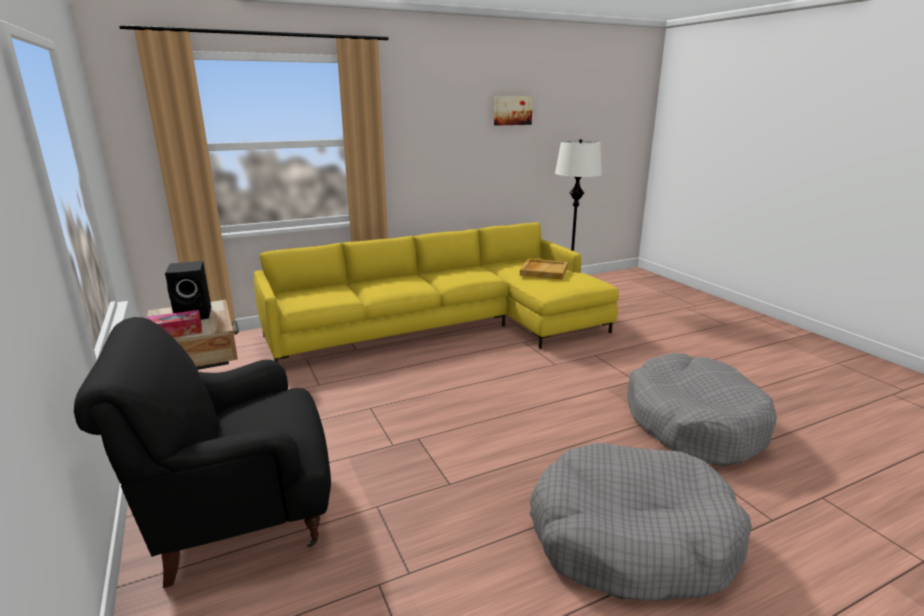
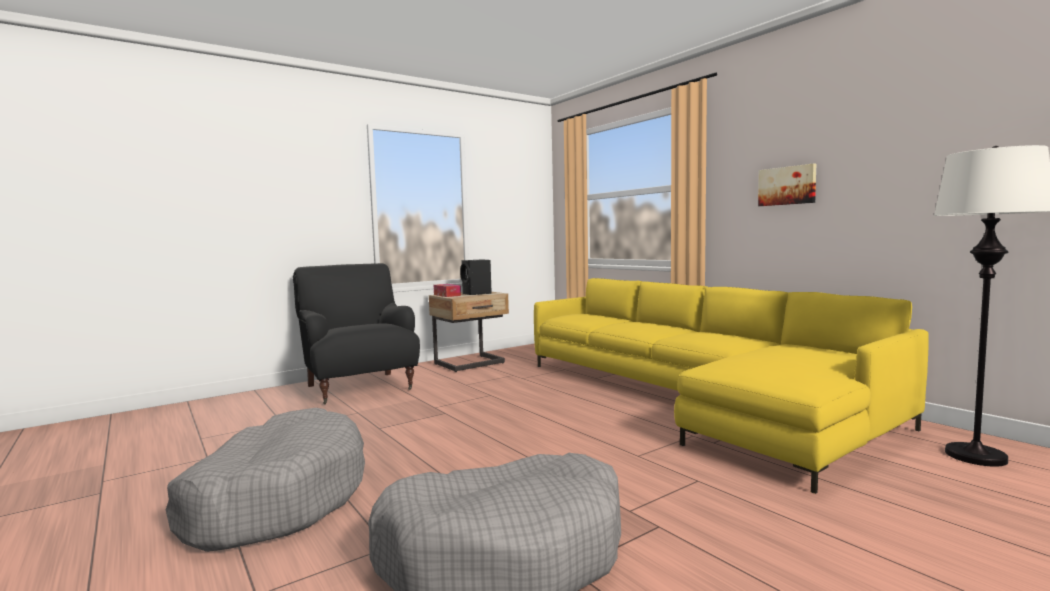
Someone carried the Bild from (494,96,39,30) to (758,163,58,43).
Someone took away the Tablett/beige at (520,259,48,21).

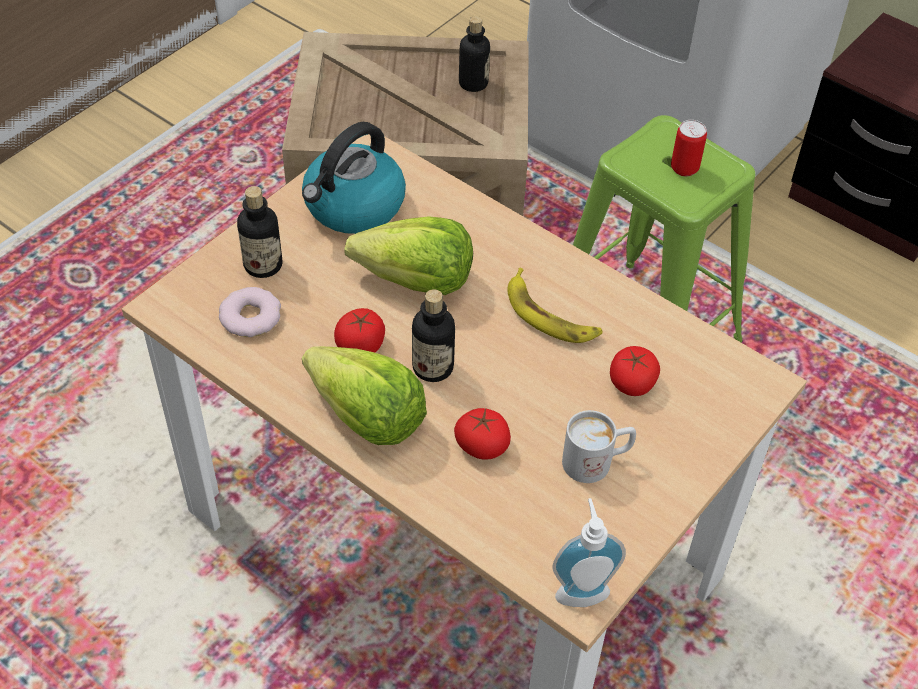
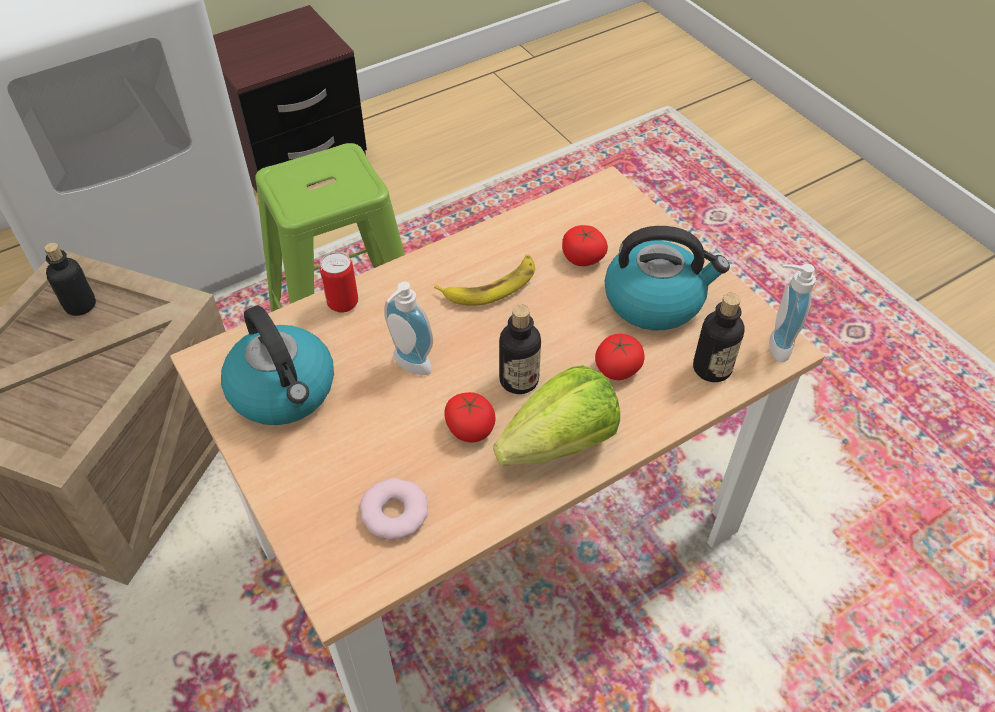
Someone carried the Dose from (671,120,36,57) to (320,252,38,61).
Someone carried the Flasche from (237,186,45,92) to (693,293,52,89).
Someone swapped the Salatkopf at (344,216,129,79) for the Seifenspender at (384,281,49,94).
Someone swapped the Henkelbecher/weiß at (562,410,74,73) for the Wasserkessel at (605,226,125,104).

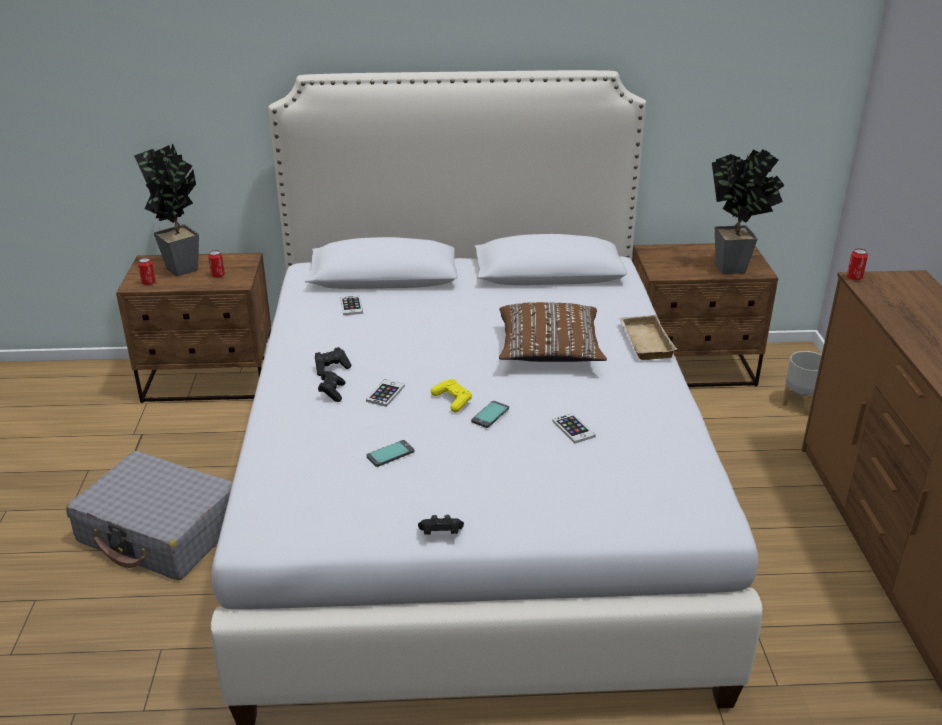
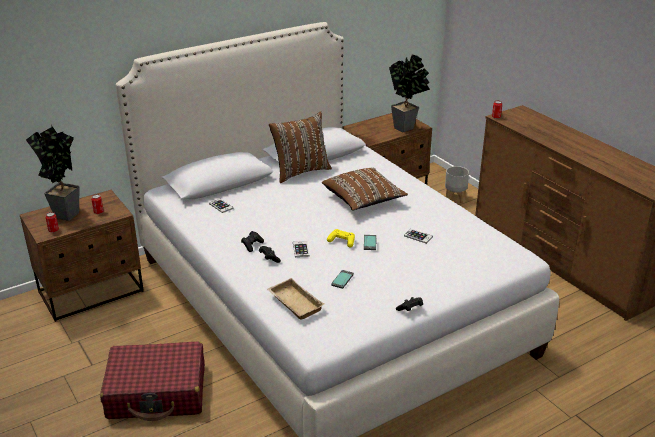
Someone carried the Tablett/beige from (618,315,60,45) to (267,278,57,42).
Someone repainted the Koffer/grau at (66,451,167,129), which became the Koffer/rot at (100,341,105,80).
Someone put down the Kissen/braun at (269,111,63,72).

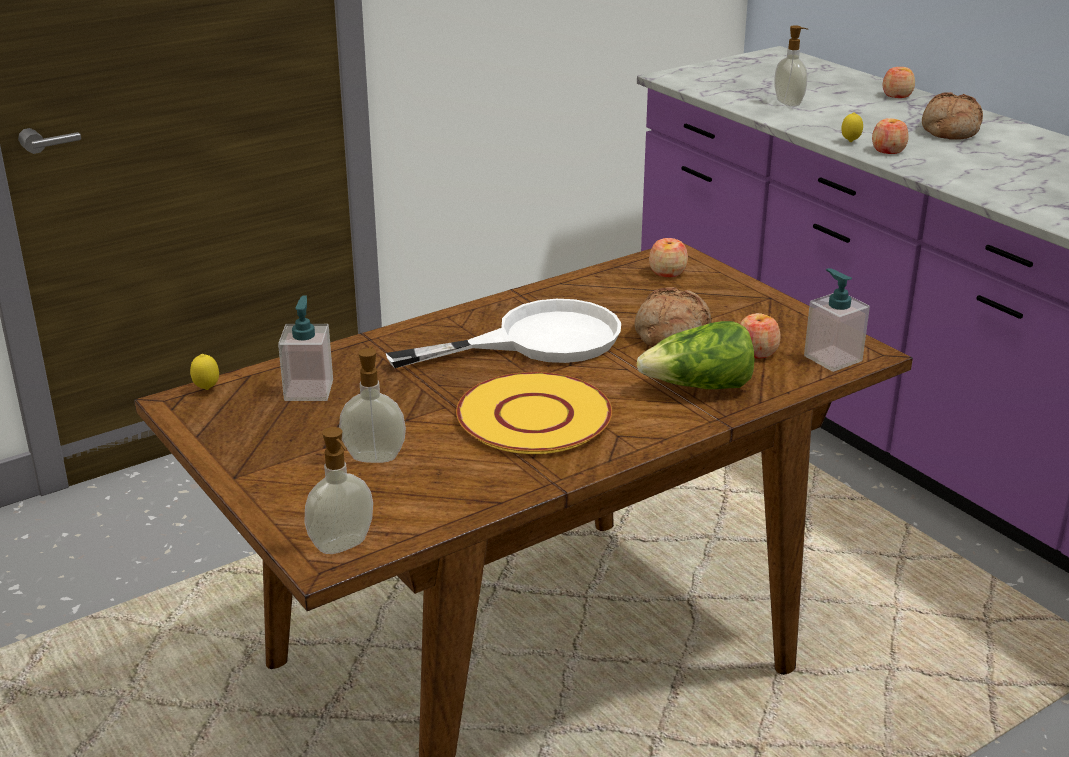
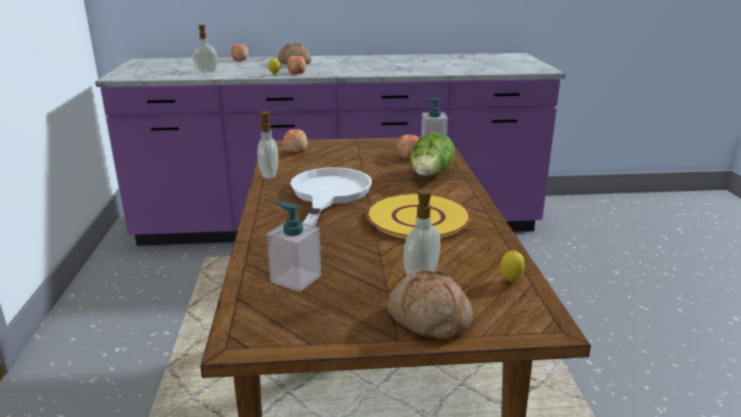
Someone carried the Brot from (634,287,77,60) to (388,270,85,69).
Someone carried the Zitrone from (190,354,29,36) to (500,250,25,31).
Someone carried the Seifenspender from (304,427,69,127) to (257,112,21,67).

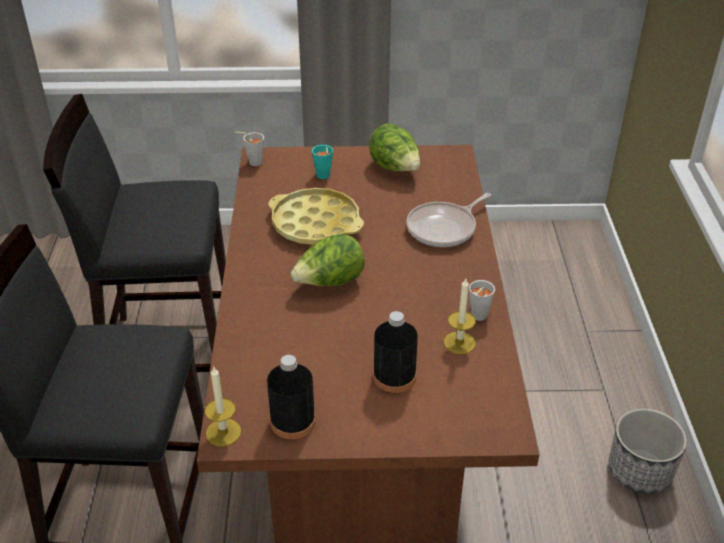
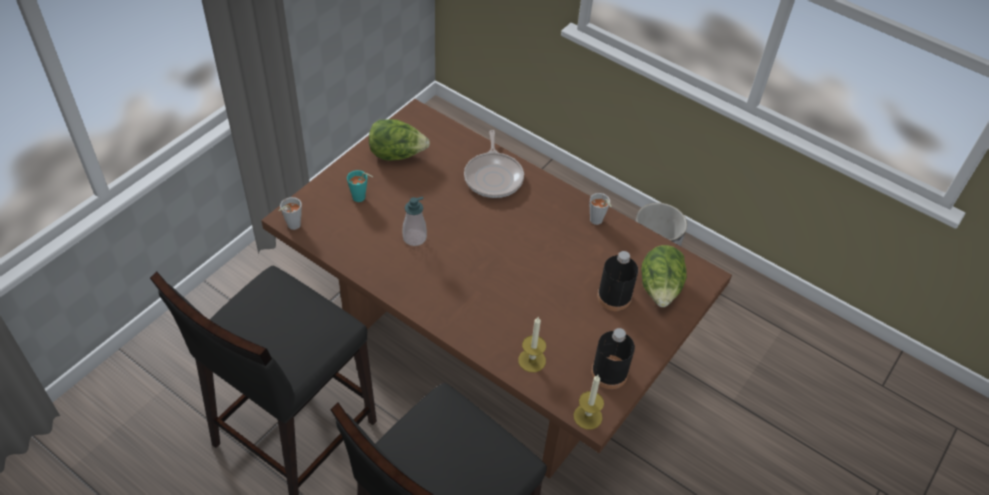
Someone swapped the Tablett/gelb at (268,188,96,57) for the Seifenspender at (403,196,24,50).
Someone carried the Salatkopf from (291,234,74,52) to (641,245,46,62).
Someone carried the Kerze from (444,279,32,75) to (518,316,28,56).

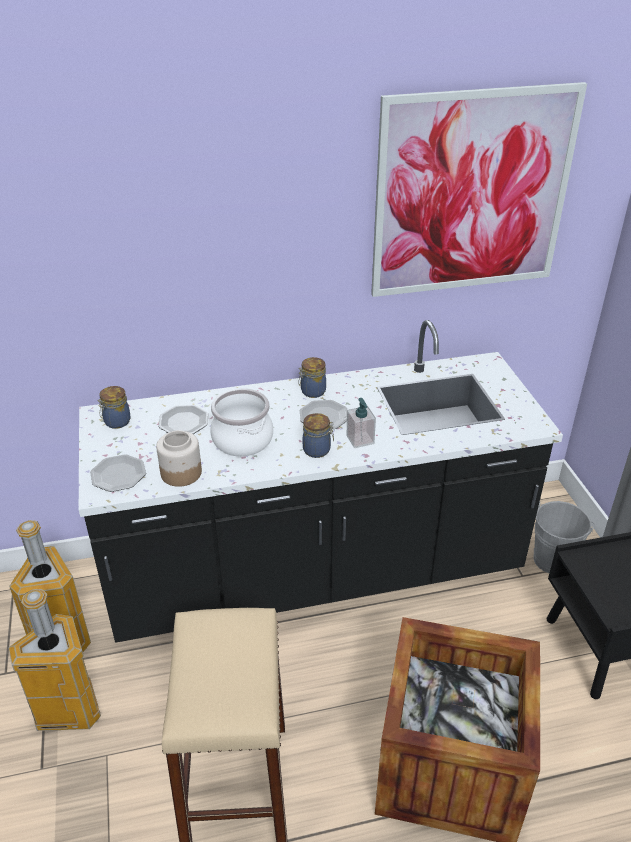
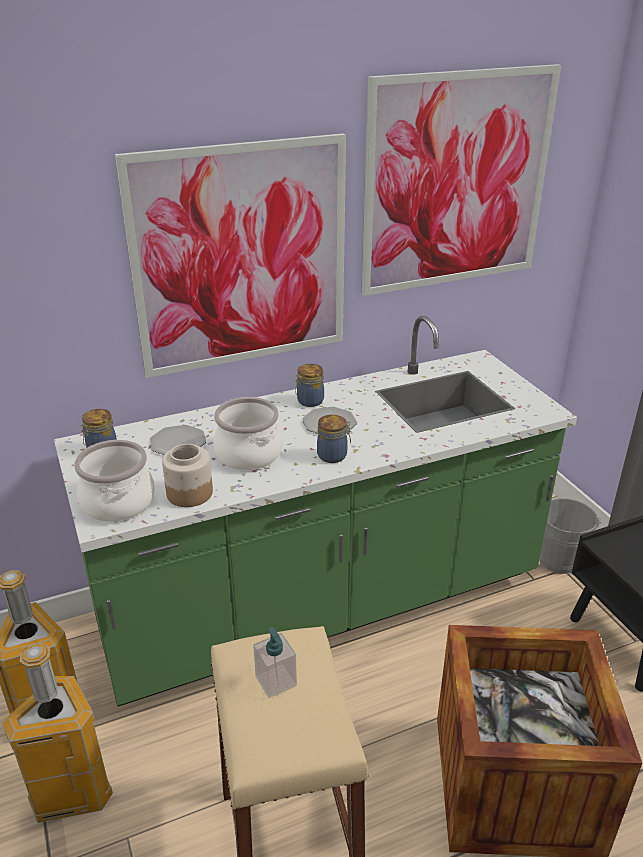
Someone repainted the Küchenzeile/schwarz at (79,320,484,323), which became the Küchenzeile/grün at (54,315,523,391).
Someone carried the Seifenspender from (346,398,30,50) to (253,627,44,71).
Someone swapped the Teller at (90,454,56,38) for the Kochtopf at (74,440,81,82).
Someone put up the Bild at (115,133,231,245).

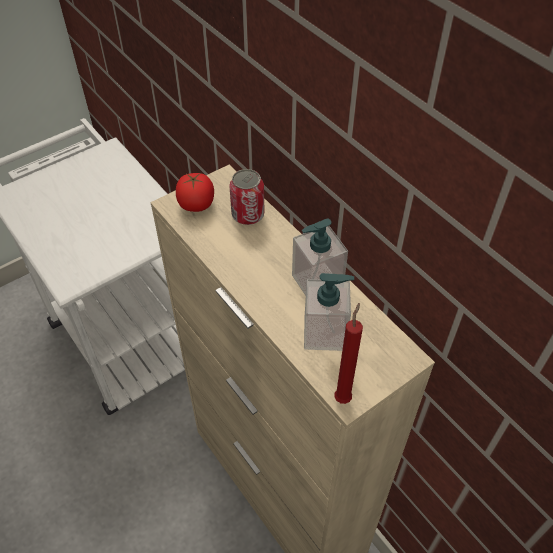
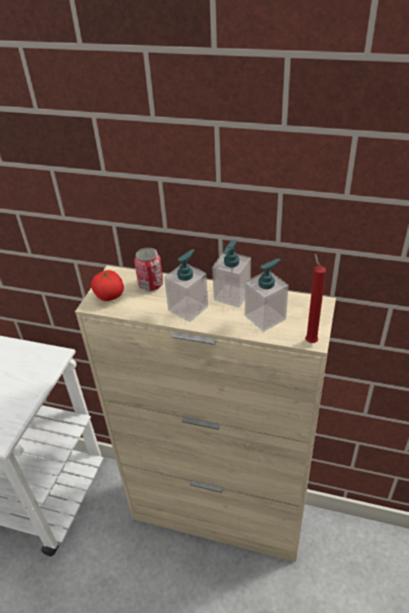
Someone put down the Seifenspender at (164,249,44,73).

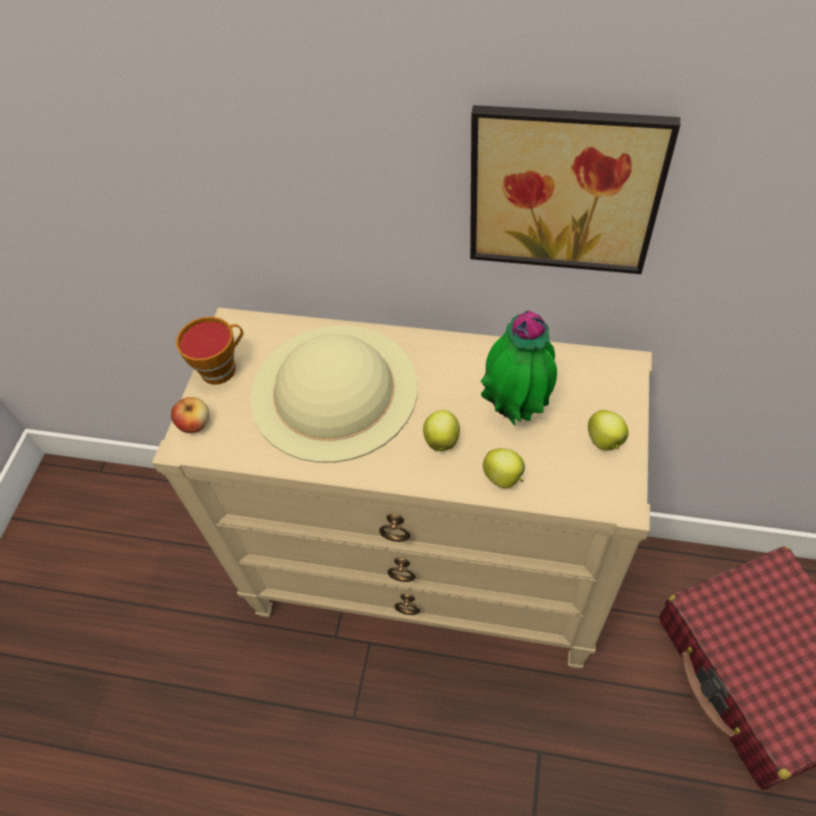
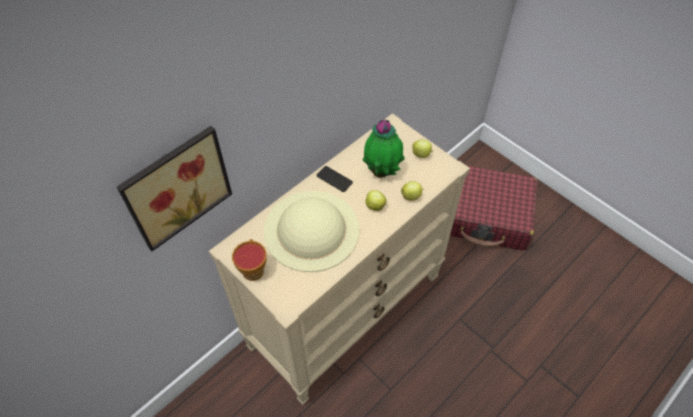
Someone carried the Bild from (470,105,210,169) to (117,126,115,125).
Someone took away the Apfel at (171,397,39,36).
Someone put down the Handy at (317,166,36,26).

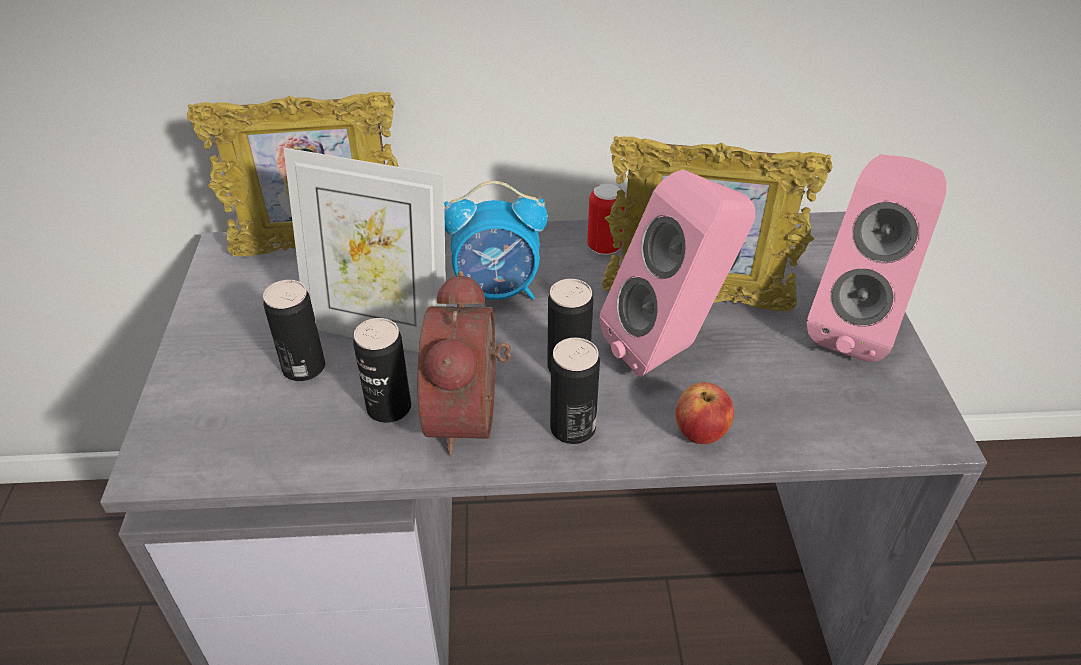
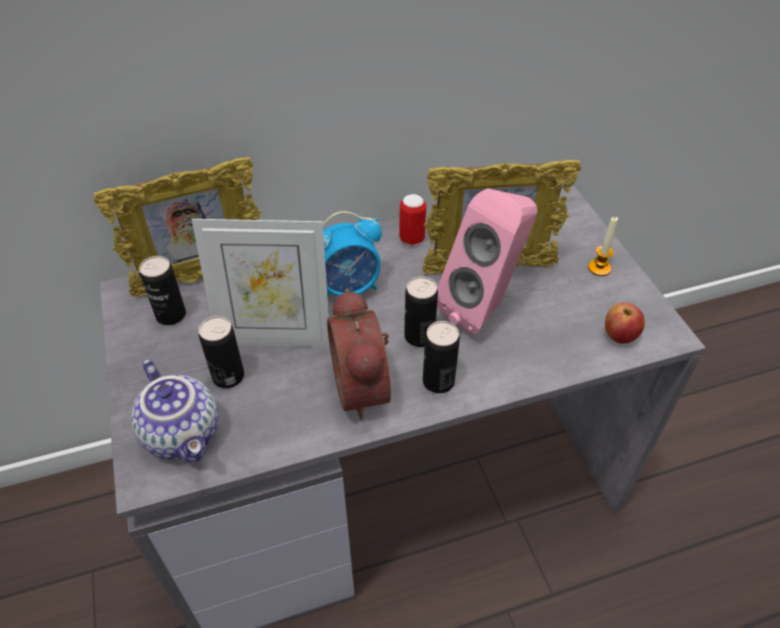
Someone swapped the Lautsprecher/rosa at (807,154,139,208) for the Kerze at (588,217,30,59).
Someone carried the Dose from (353,318,58,105) to (139,256,47,69).
Someone carried the Apfel from (676,382,58,62) to (605,303,40,41).
Someone put down the Teekanne at (131,359,88,104).

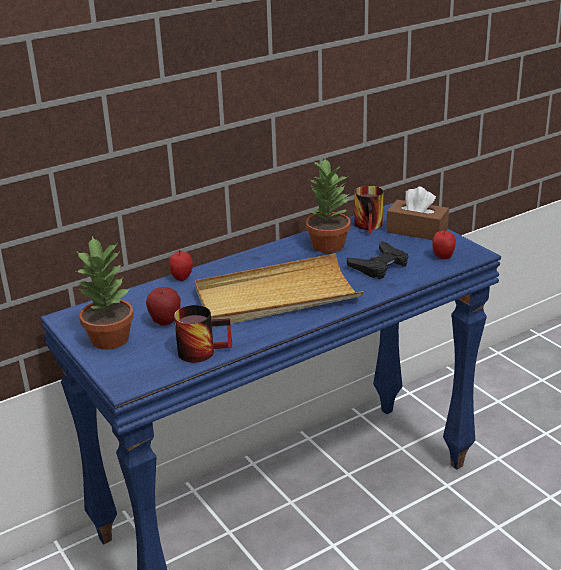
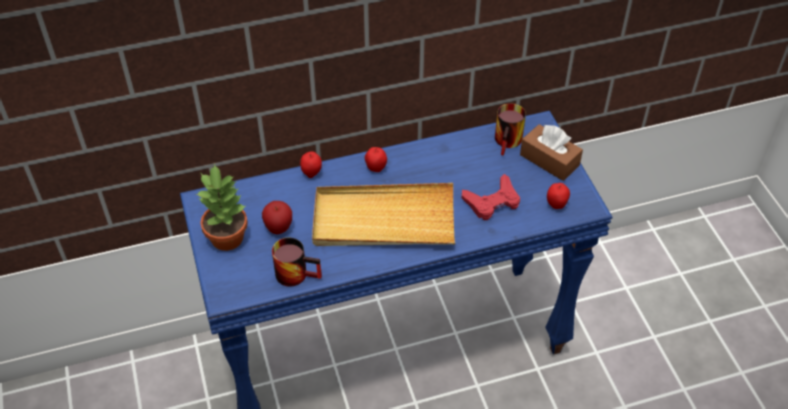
Someone took away the Topfpflanze at (306,159,44,94).
Someone repainted the Gamepad/schwarz at (347,241,61,38), which became the Gamepad/rot at (462,174,58,46).
Someone put down the Apfel at (365,147,22,25).

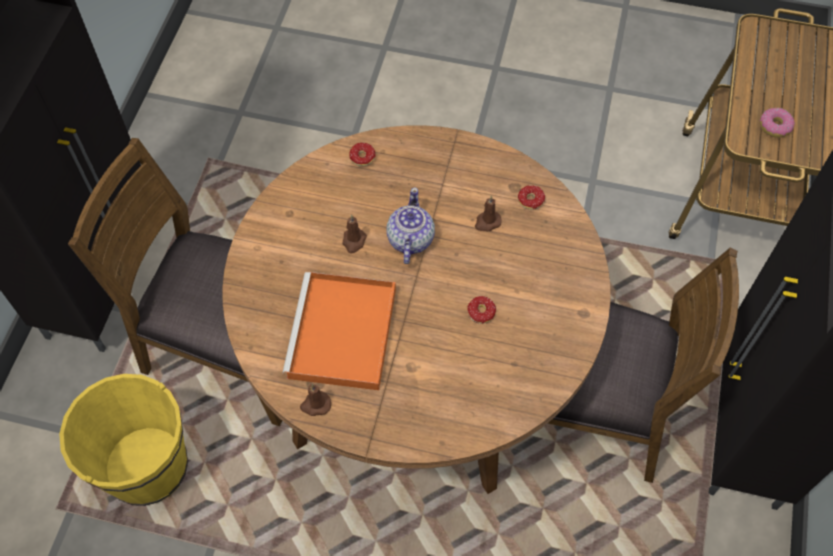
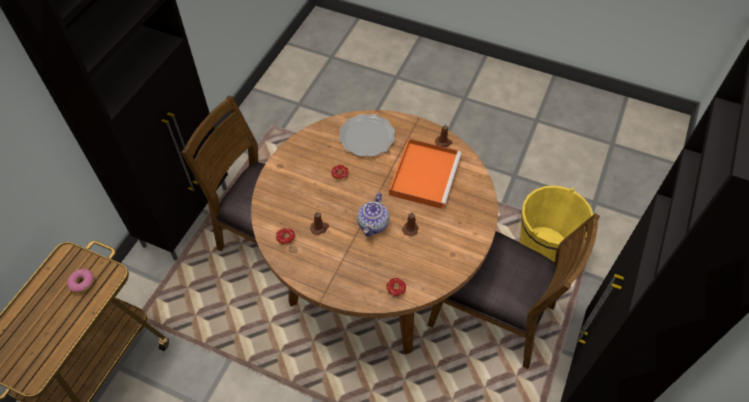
Someone put down the Teller at (339,114,56,43).

